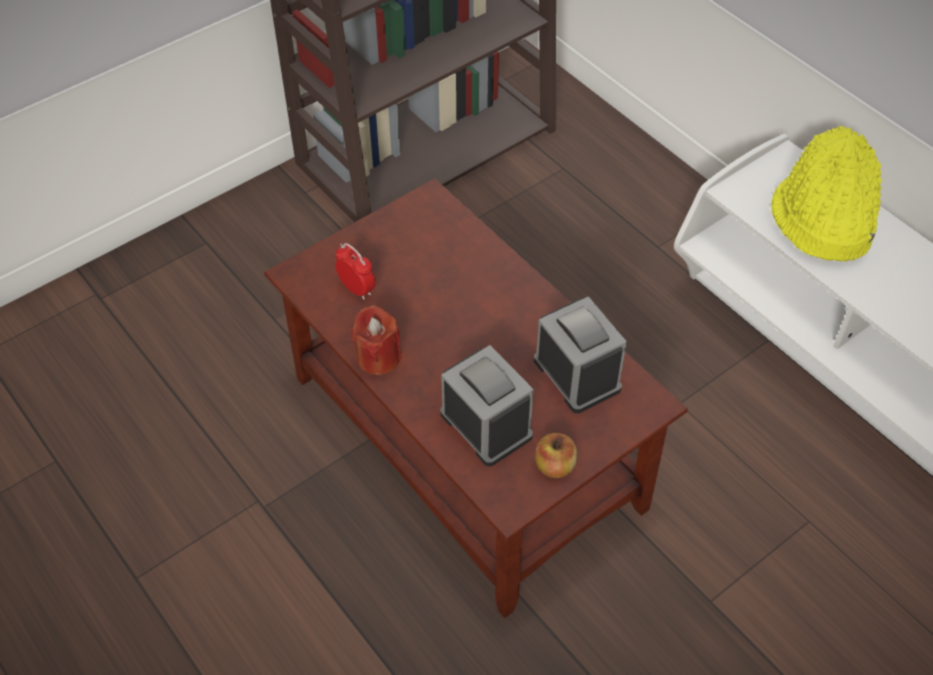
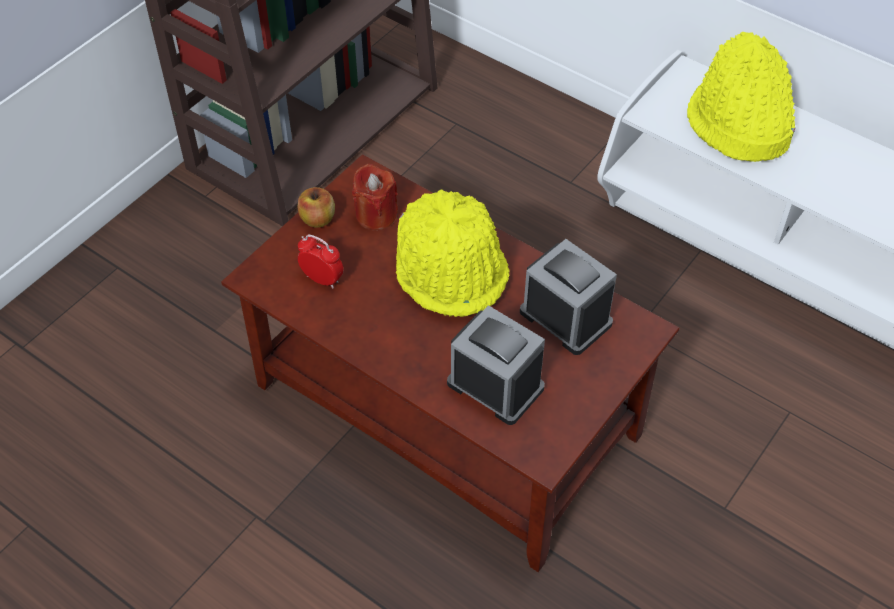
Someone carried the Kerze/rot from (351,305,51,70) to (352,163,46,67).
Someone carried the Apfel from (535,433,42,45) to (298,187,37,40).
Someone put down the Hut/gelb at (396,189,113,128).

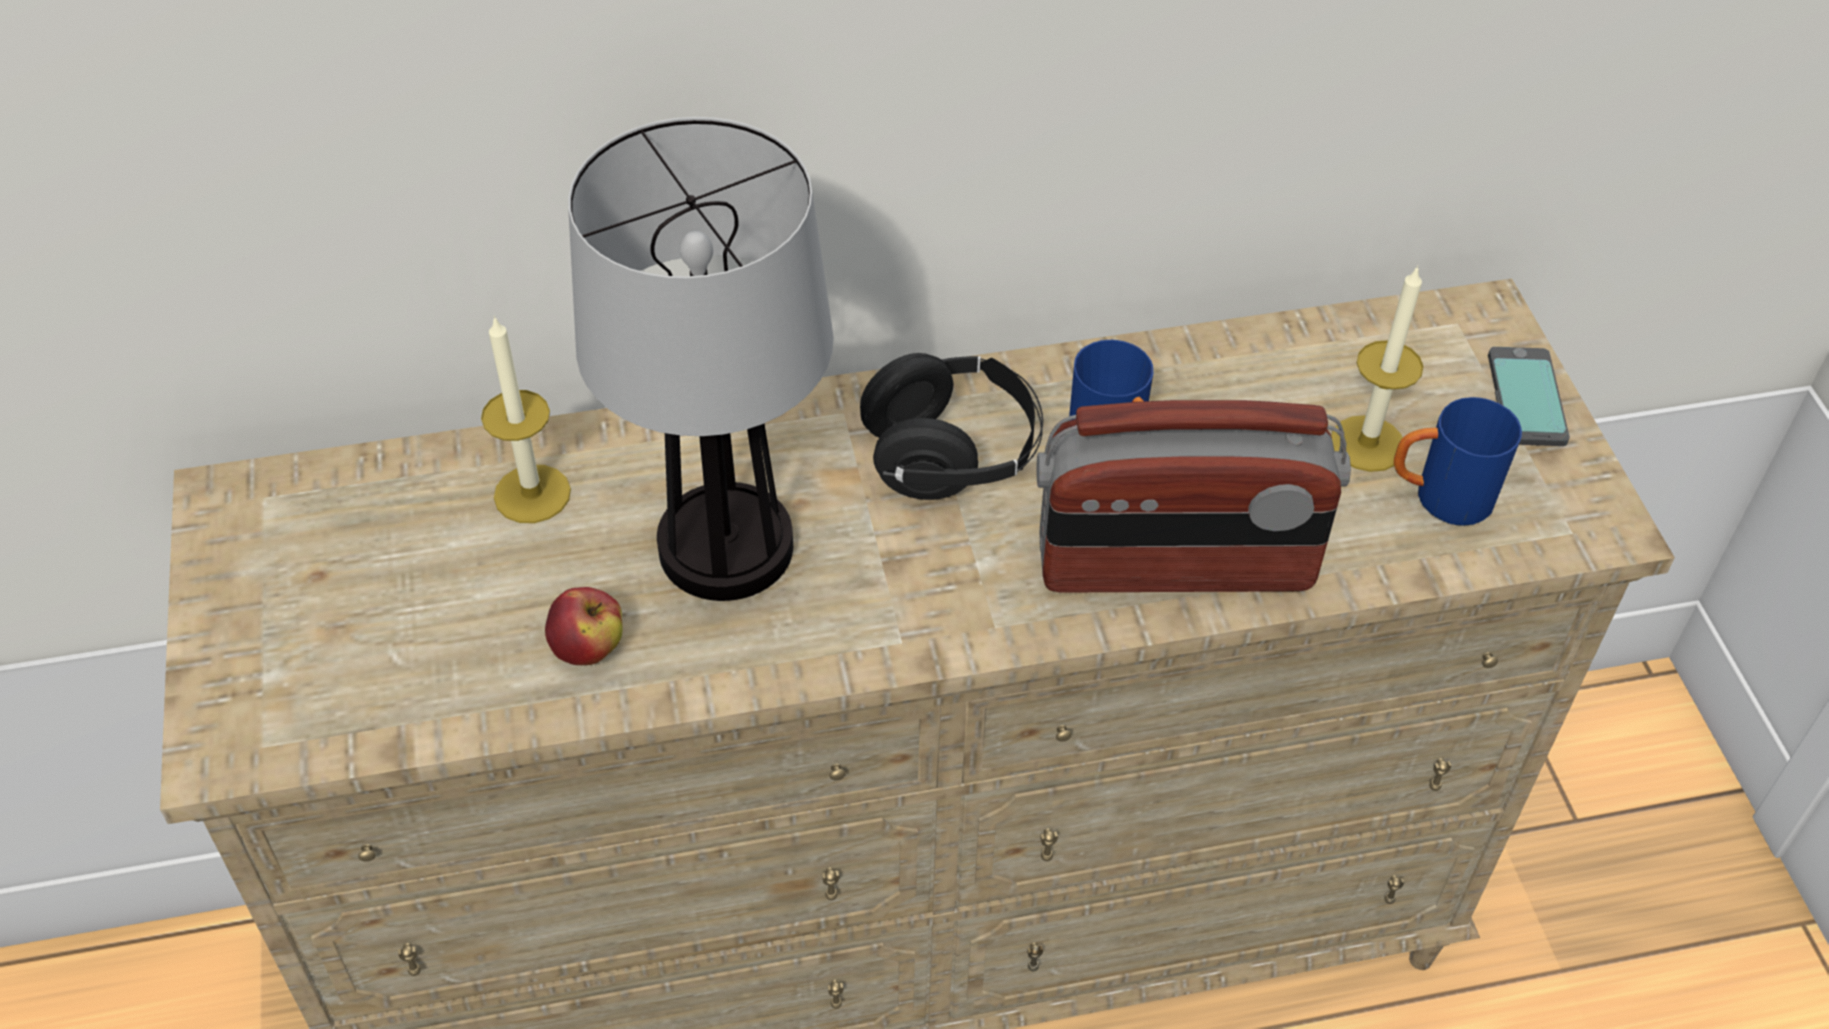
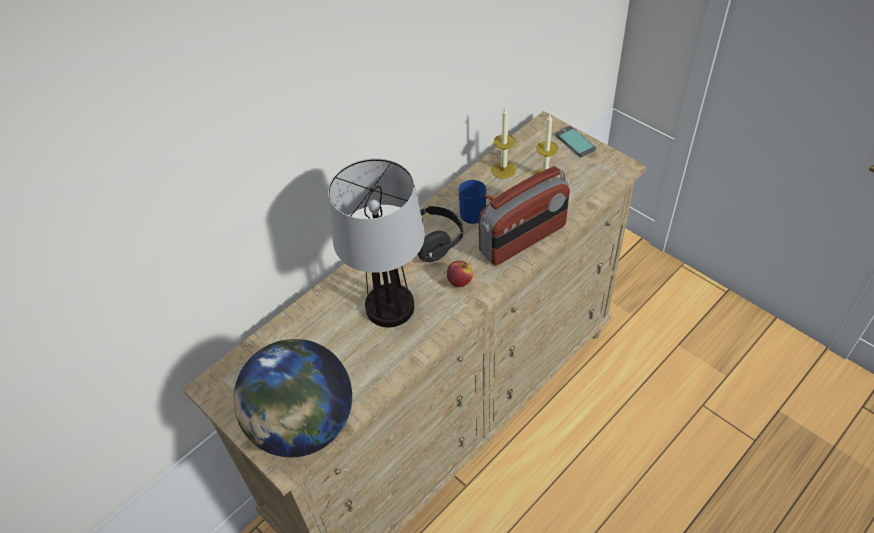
Someone carried the Kerze from (481,316,90,207) to (492,108,24,71).
Someone took away the Henkelbecher/blau at (1394,397,128,129).
Someone carried the Apfel from (545,587,78,78) to (447,261,26,26).
Someone put down the Globus at (234,339,118,118).

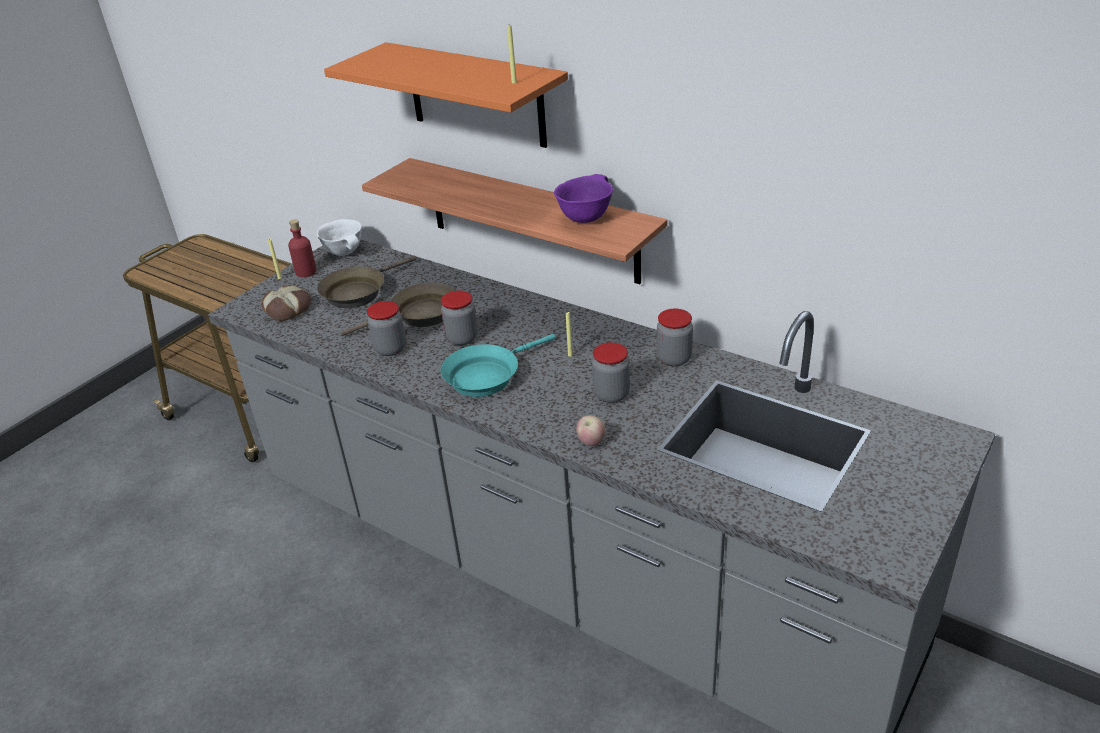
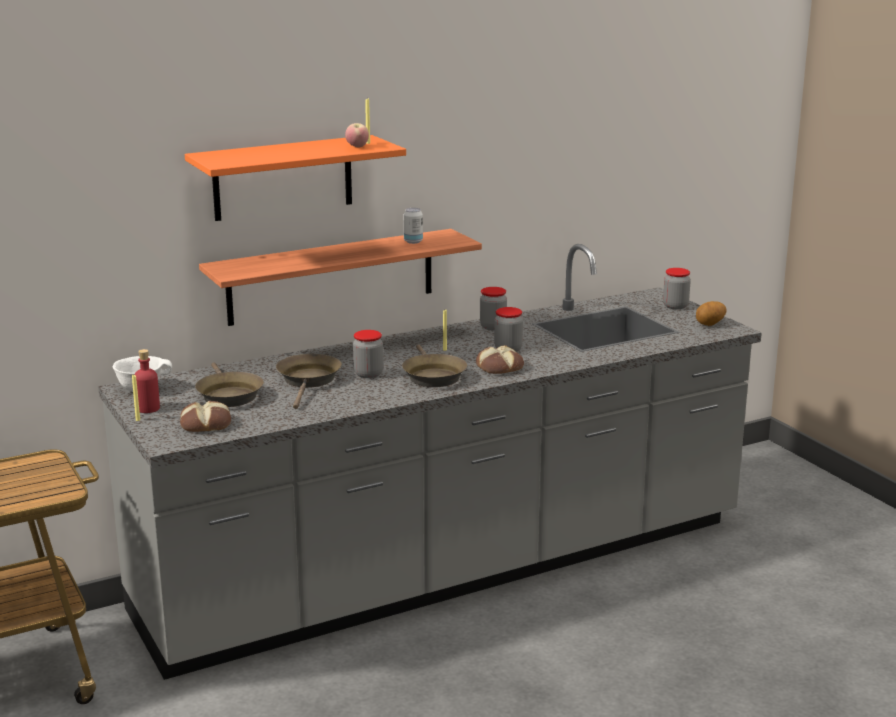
Someone swapped the Schüssel/lila at (554,174,59,49) for the Dose at (404,208,19,36).
Someone carried the Vorratsglas from (367,301,39,55) to (663,268,28,41).
Someone repainted the Pfanne/türkis at (441,334,115,63), which became the Pfanne/braun at (402,344,65,43).
Someone carried the Apfel from (576,415,30,31) to (345,123,24,25).
Someone put down the Kartoffel at (696,301,30,25).
Someone put down the Brot at (476,345,48,29).

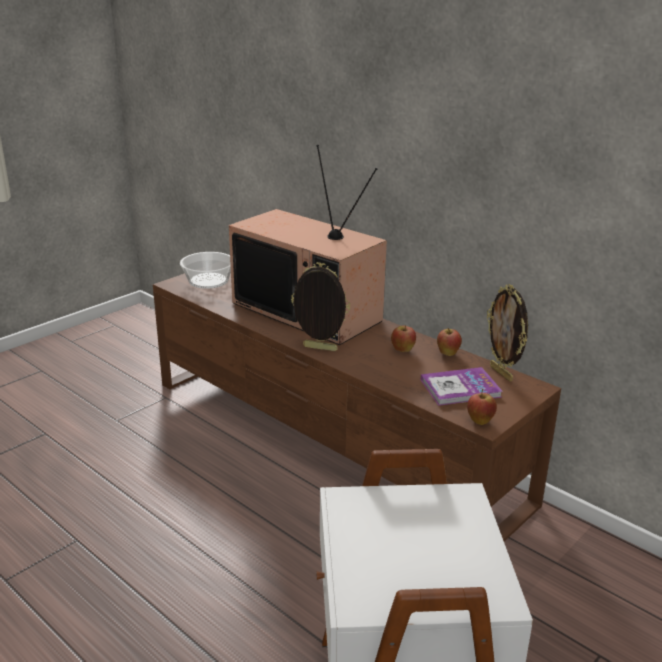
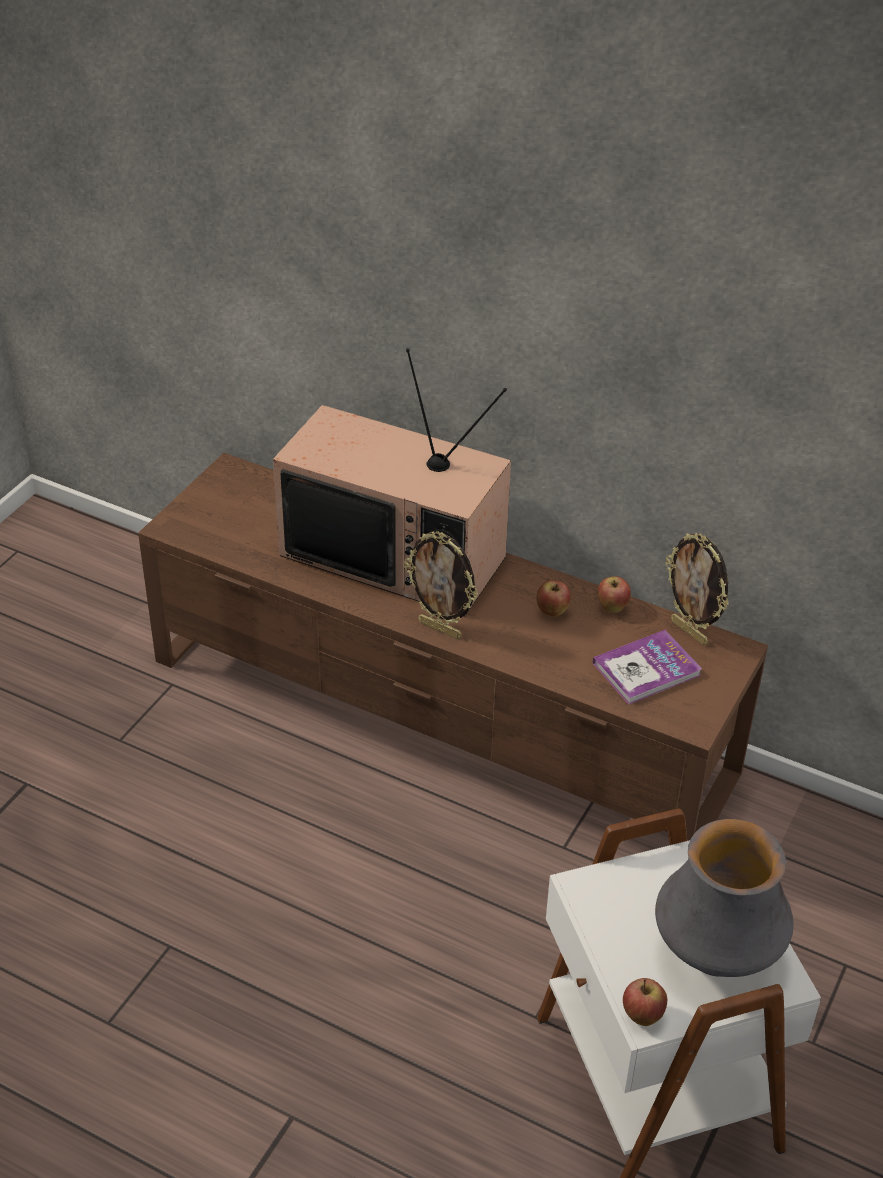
Someone took away the Schüssel at (180,252,51,37).
Someone rotated the Bilderrahmen at (291,262,59,89) by 150 degrees counterclockwise.
Someone carried the Apfel from (467,389,30,36) to (623,978,44,48).
Someone put down the Vase at (655,819,138,158).

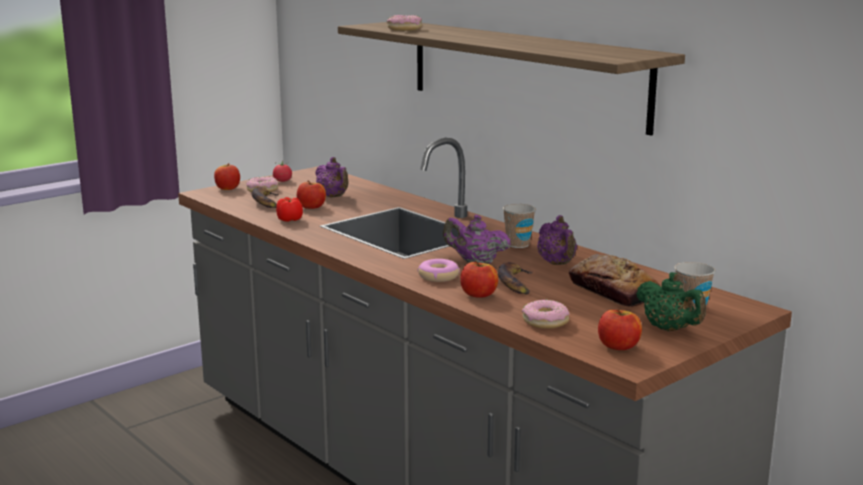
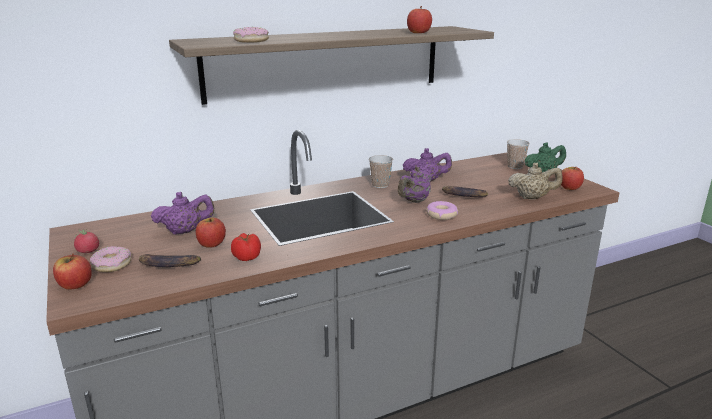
Someone took away the Brot at (569,254,91,53).
Someone carried the Apfel from (460,261,38,37) to (407,6,25,27).
Someone swapped the Donut at (522,299,48,30) for the Teekanne/beige at (508,163,54,37).

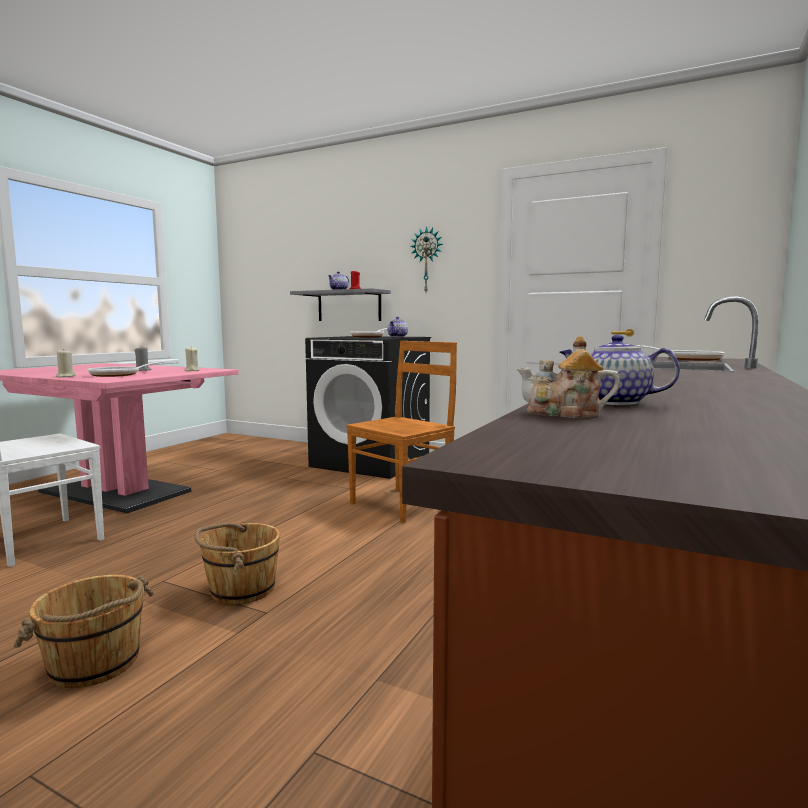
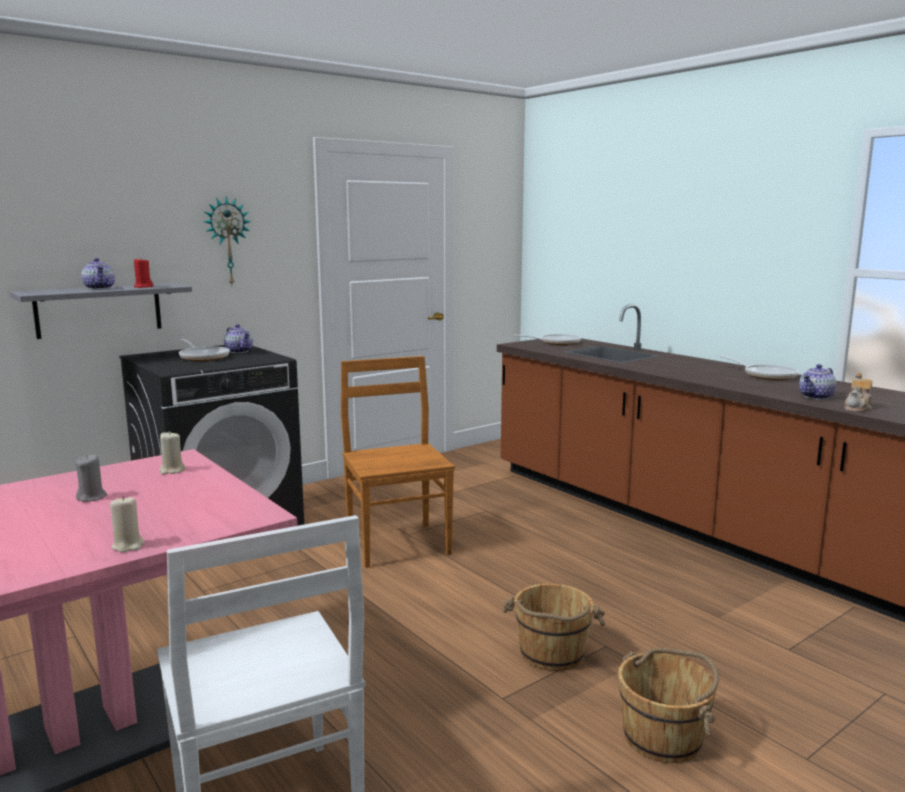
Someone carried the Pfanne from (88,361,77,16) to (719,355,80,25).

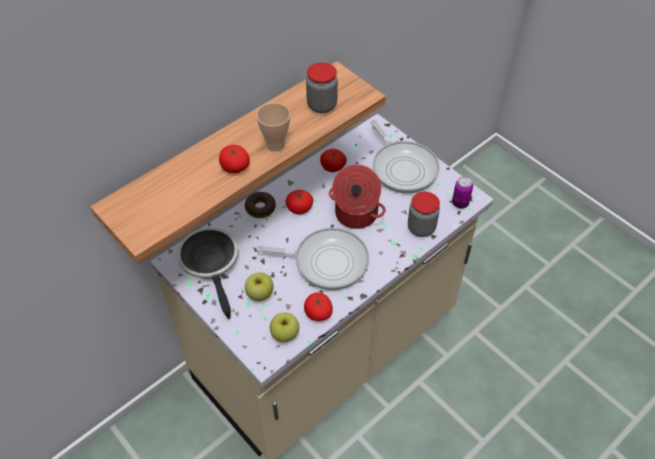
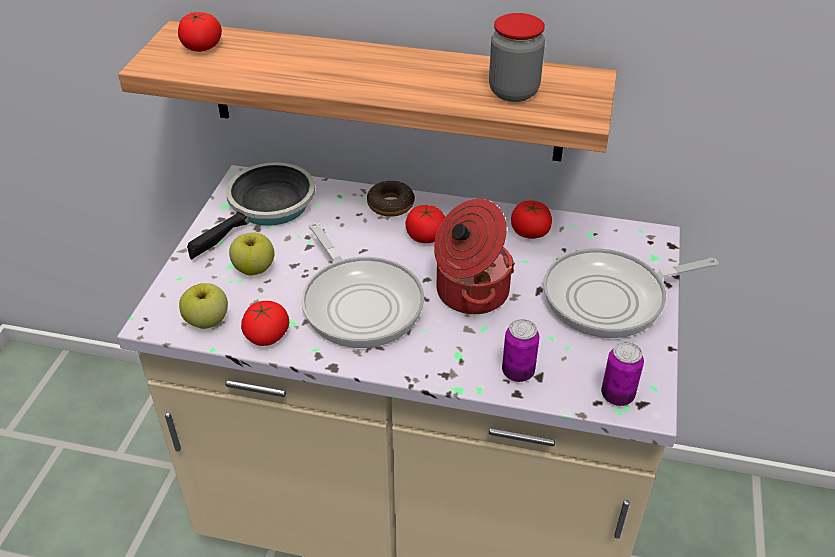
Someone took away the Tasse at (256,103,34,49).
Someone rotated the Pfanne at (370,120,70,74) by 45 degrees clockwise.
Someone carried the Tomate from (219,145,31,28) to (178,12,44,40).
Someone swapped the Vorratsglas at (408,192,32,45) for the Dose at (502,319,38,63).

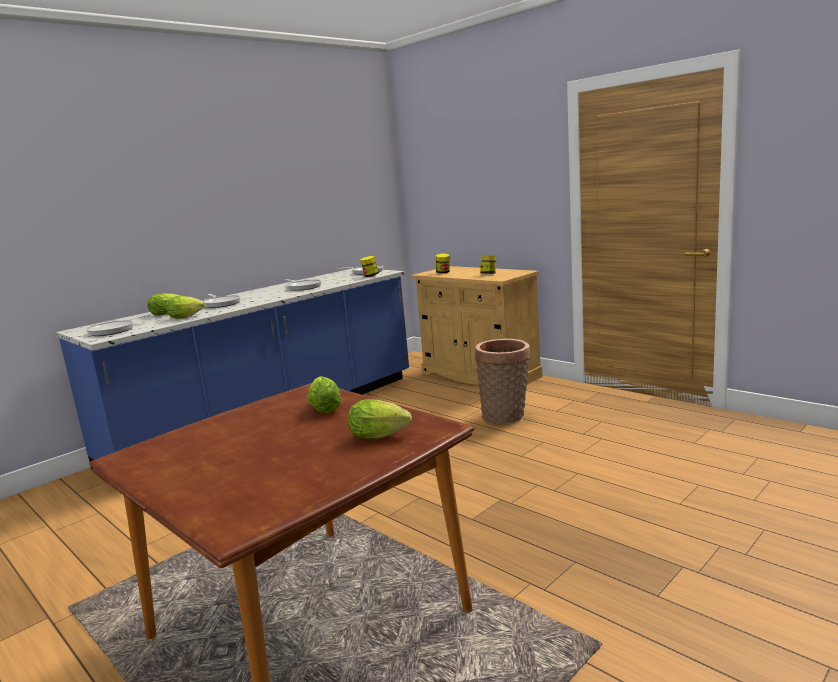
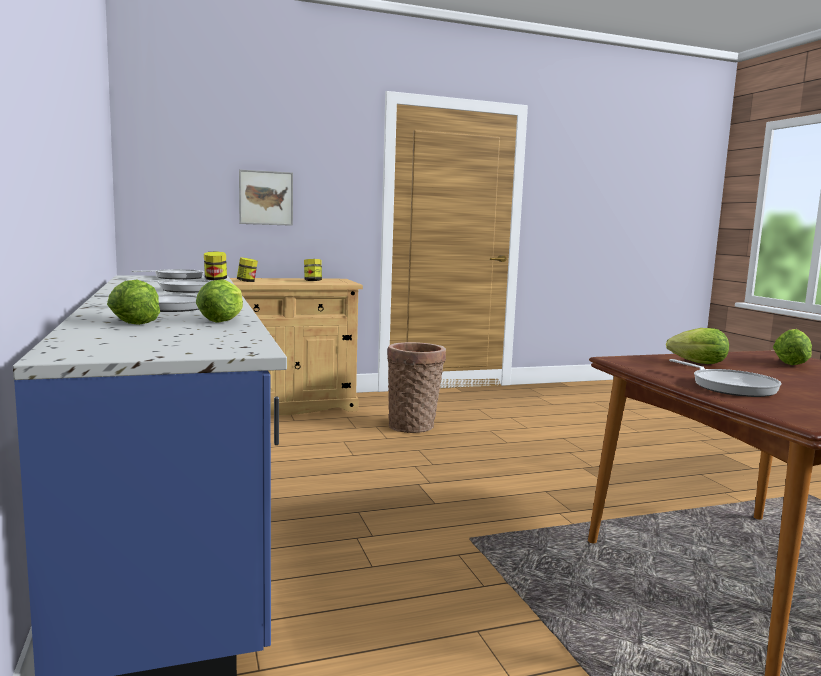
Someone carried the Pfanne from (86,314,66,22) to (669,359,112,38).
Someone put up the Bild at (239,169,54,57).

